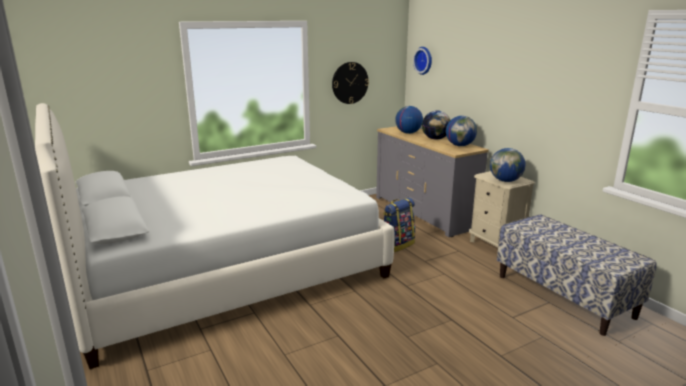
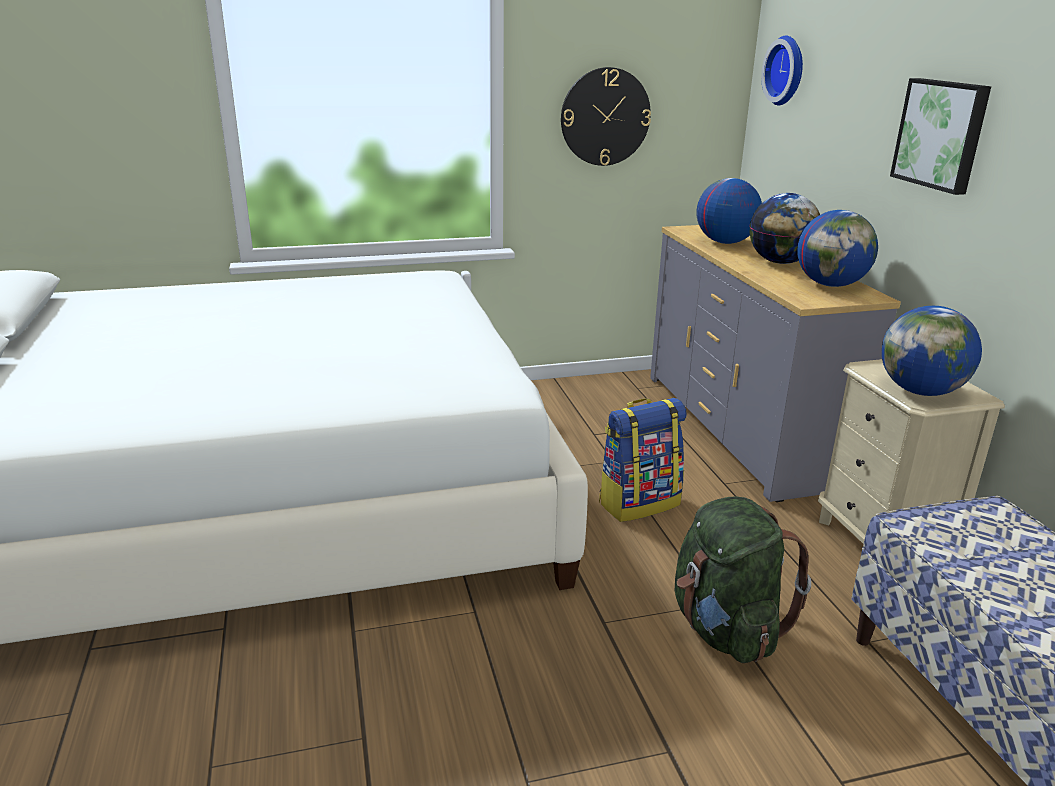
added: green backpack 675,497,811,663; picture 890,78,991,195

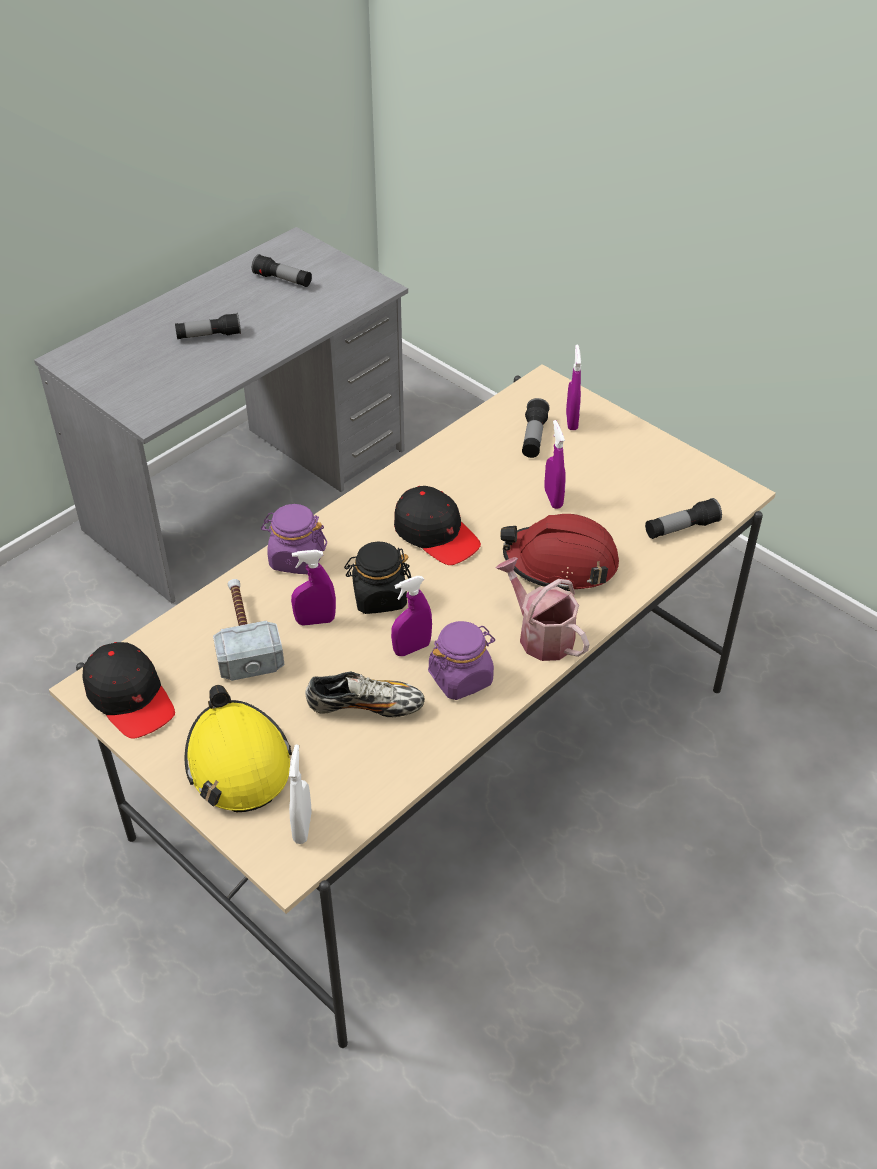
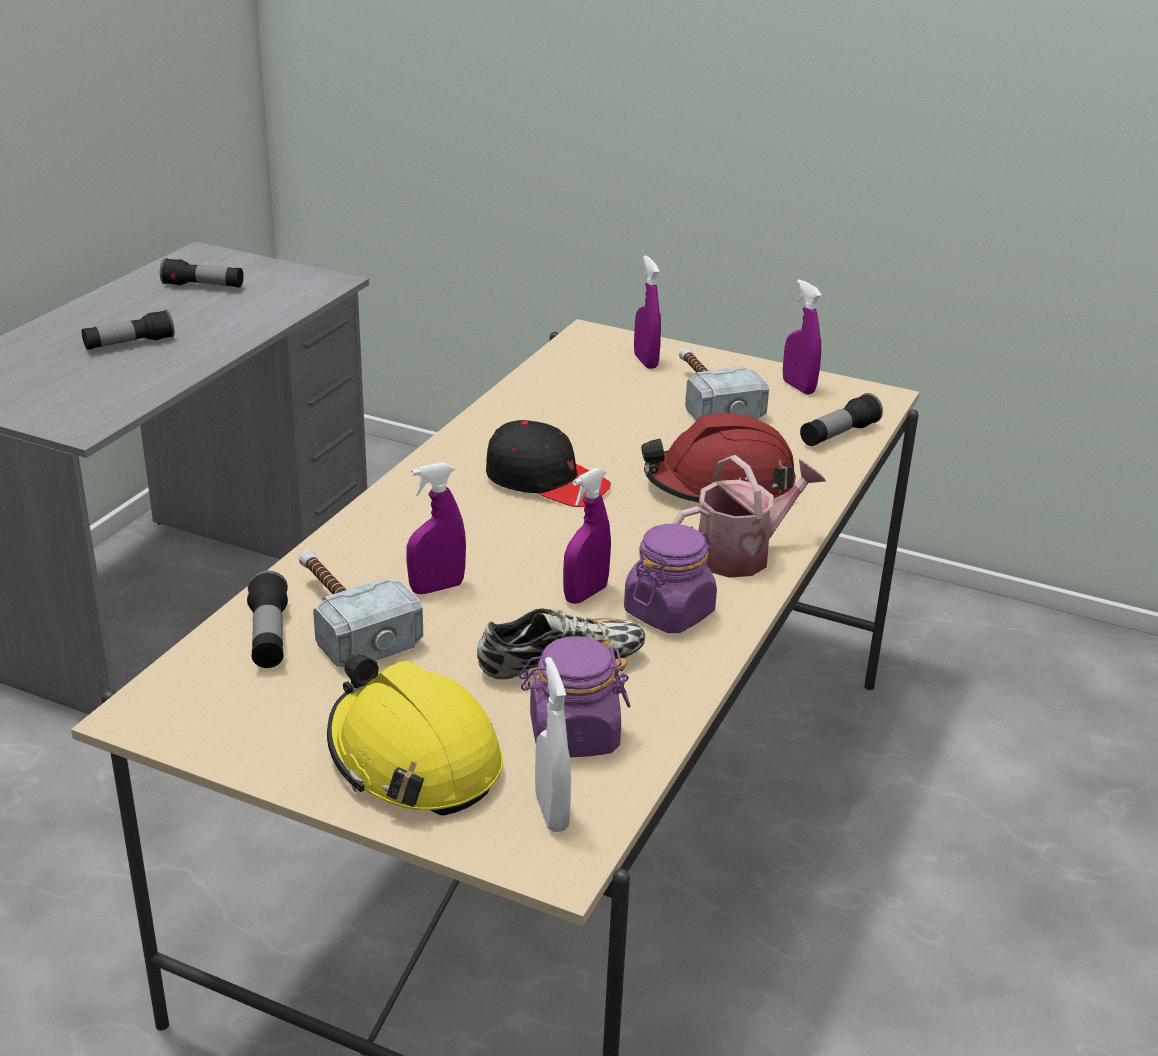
removed: black cap 82,642,175,739; black jar 344,541,411,614
added: hammer 679,347,769,421
moved: purple jar 261,504,327,574 to 519,636,630,757; flashlight 522,398,550,458 to 247,571,288,668; purple spray bottle 545,420,566,509 to 783,279,822,395
turned: watering can 495,557,590,661 = 672,455,826,578 120 degrees clockwise

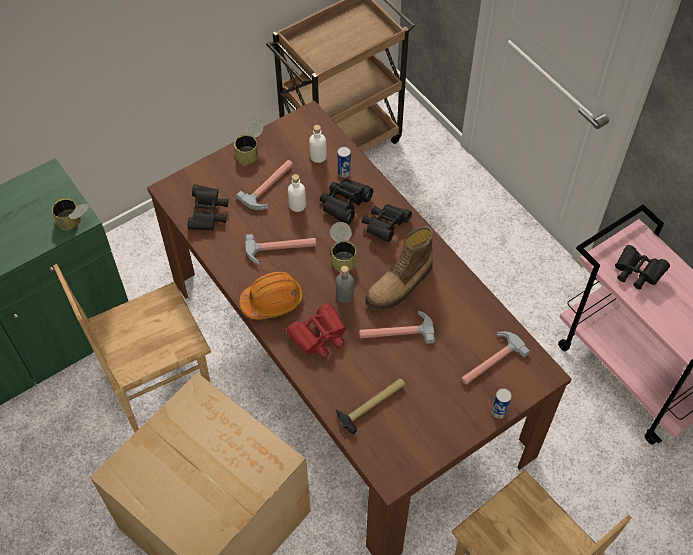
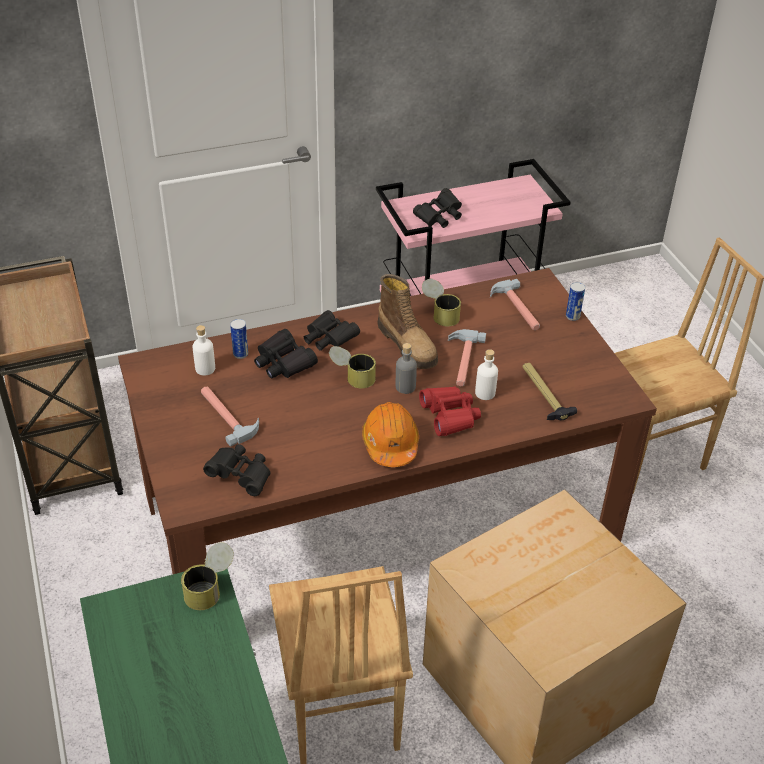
removed: hammer 245,234,316,265
moved: can 234,118,264,164 to 422,279,461,326; white bottle 288,174,306,212 to 475,349,498,400

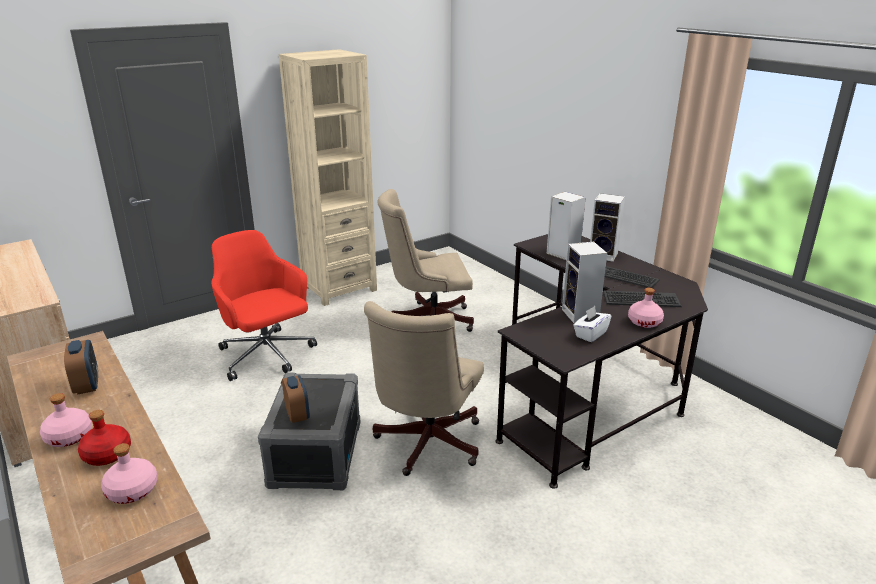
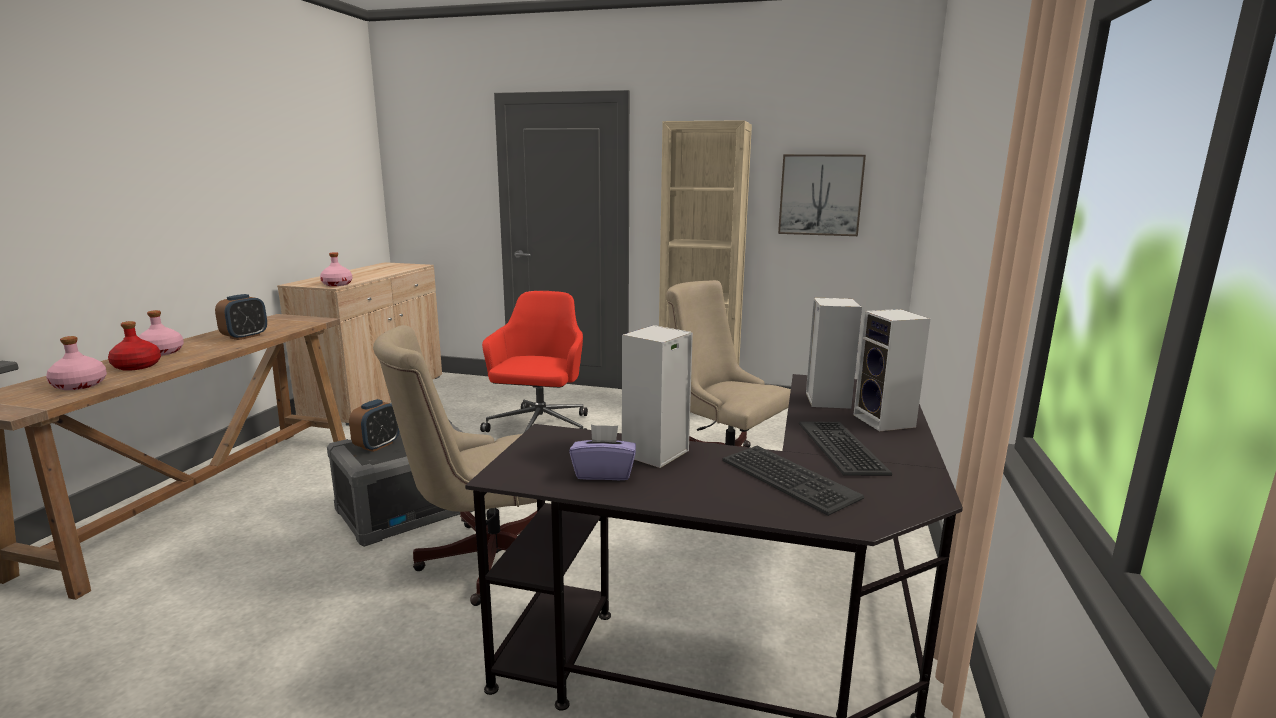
added: picture 778,154,866,236
moved: pink bottle 628,288,664,328 to 320,252,352,286
recoloured: white tissue box 573,306,612,342 to purple tissue box 569,425,636,480

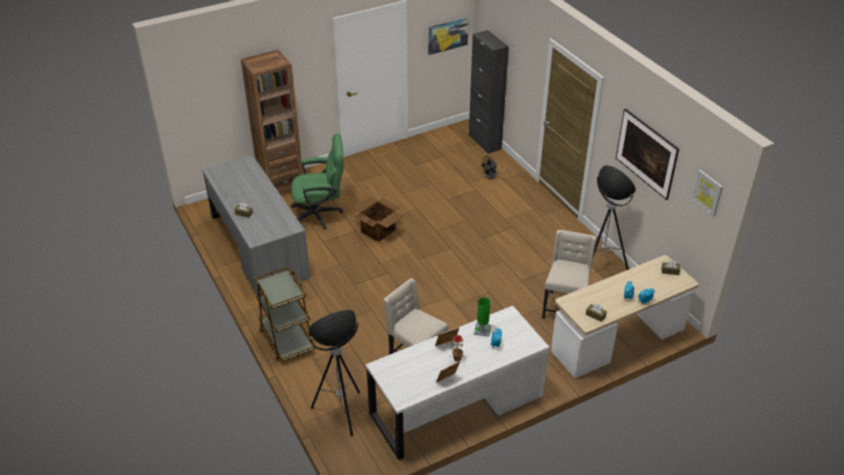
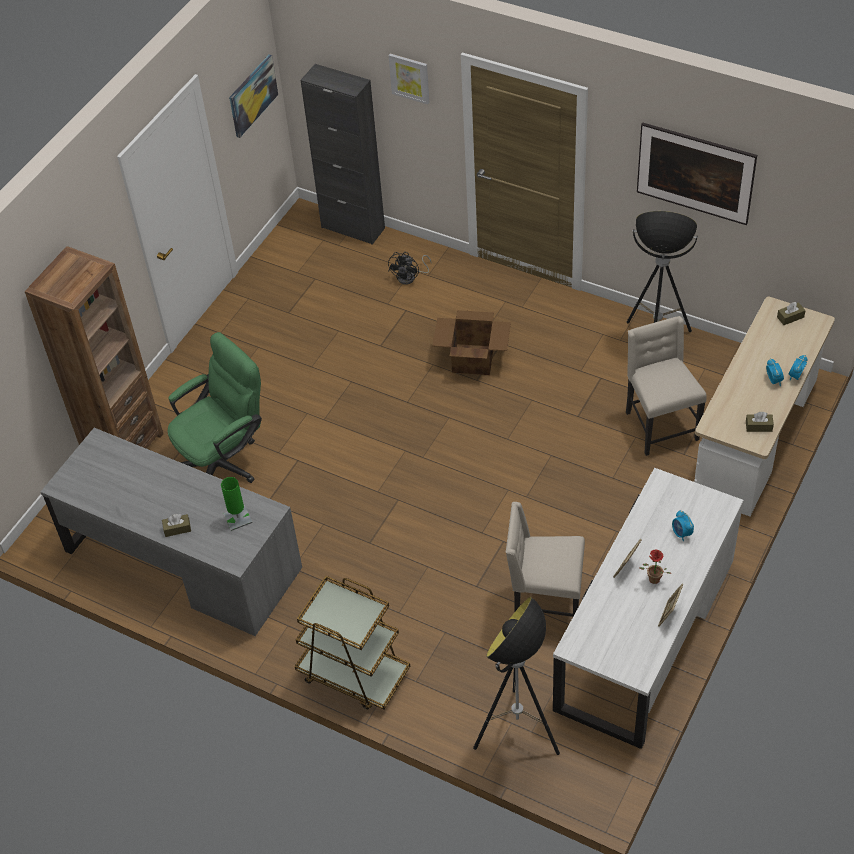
moved: cardboard box 352,197,404,242 to 432,310,511,375; green table lamp 474,297,491,337 to 221,477,253,531; picture 692,170,723,217 to 389,53,430,104

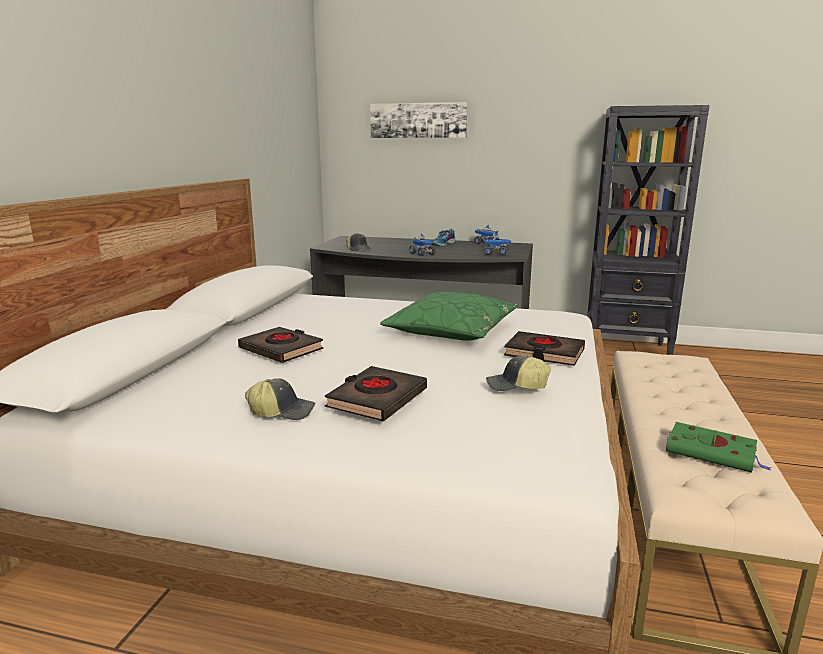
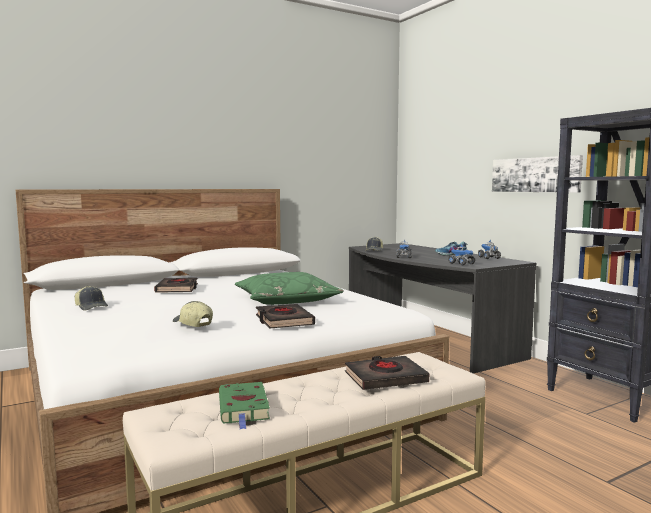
moved: black book 325,366,427,421 to 345,356,429,390; picture 370,102,467,138 to 492,155,583,193

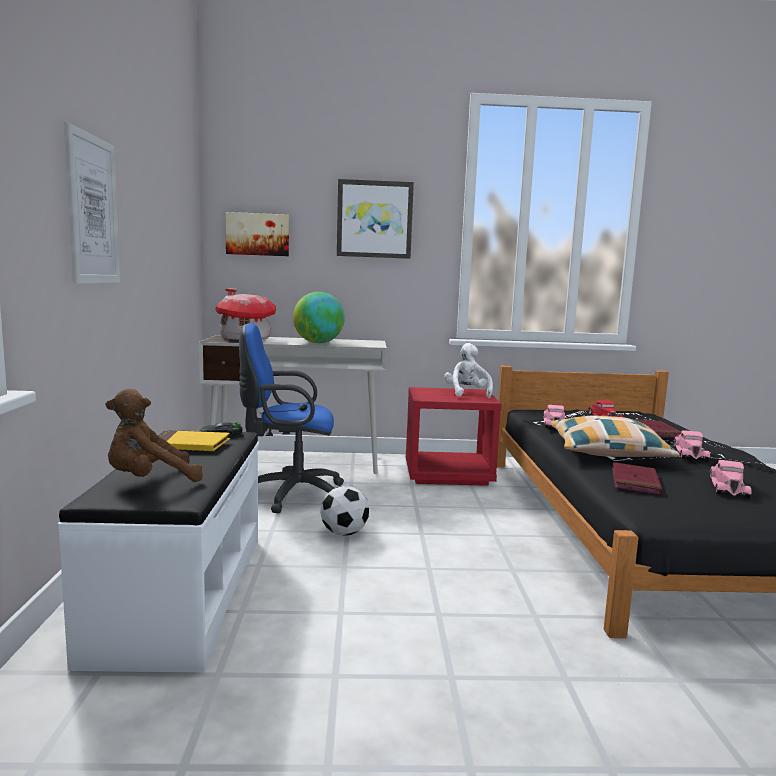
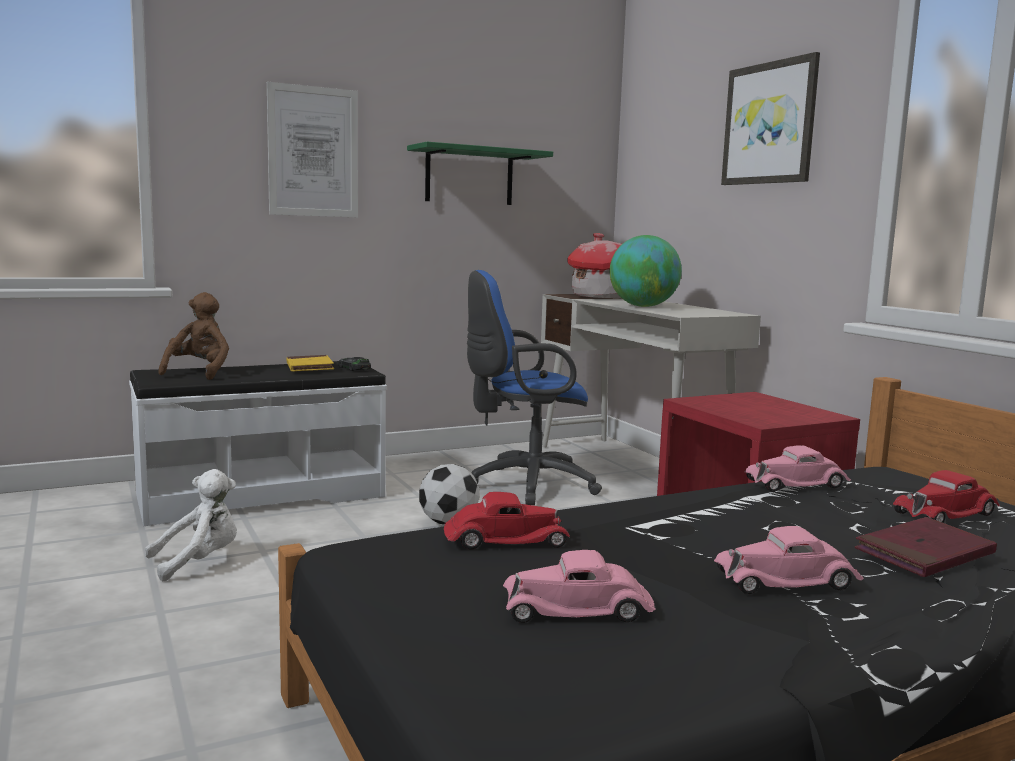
removed: picture 225,212,289,256; pillow 551,415,680,457
added: green shelf 407,142,553,205
moved: white plush toy 444,343,493,398 to 145,469,237,581
replaced: red book 612,462,662,495 to red toy car 444,492,570,549
turned: brown plush toy 106,388,203,482 = 158,292,229,380 60 degrees clockwise; blue office chair 239,323,344,513 = 467,270,602,505 75 degrees counterclockwise

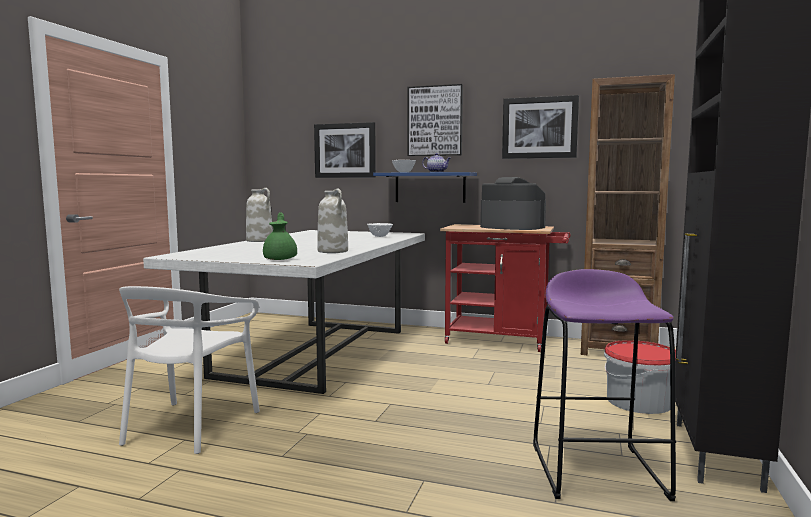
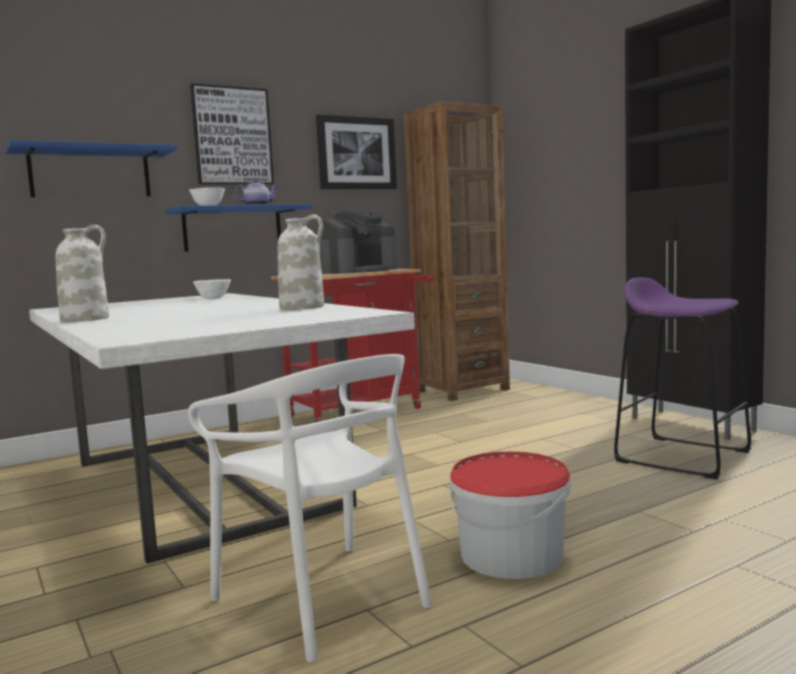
removed: green teapot 263,212,297,260
moved: bucket 604,340,676,414 to 450,452,571,579
replaced: picture 314,122,376,178 to blue shelf 5,140,178,197
turned: coffee machine 480,177,546,230 = 320,211,397,274 150 degrees clockwise

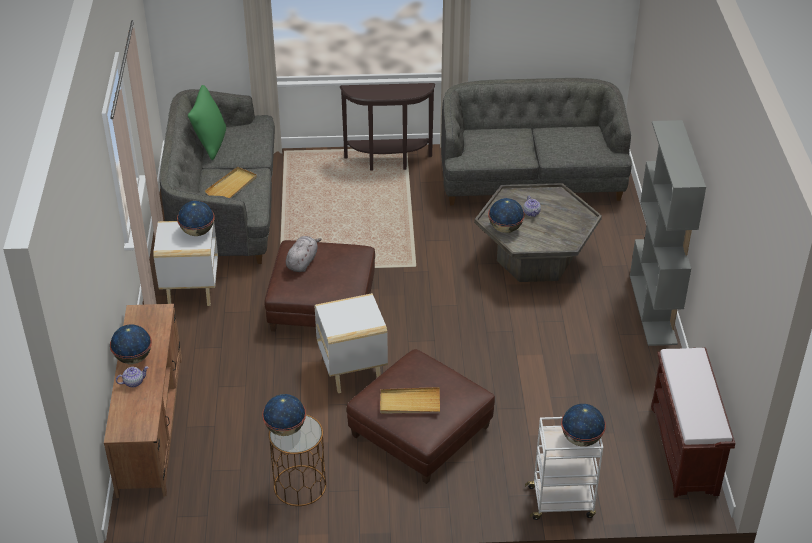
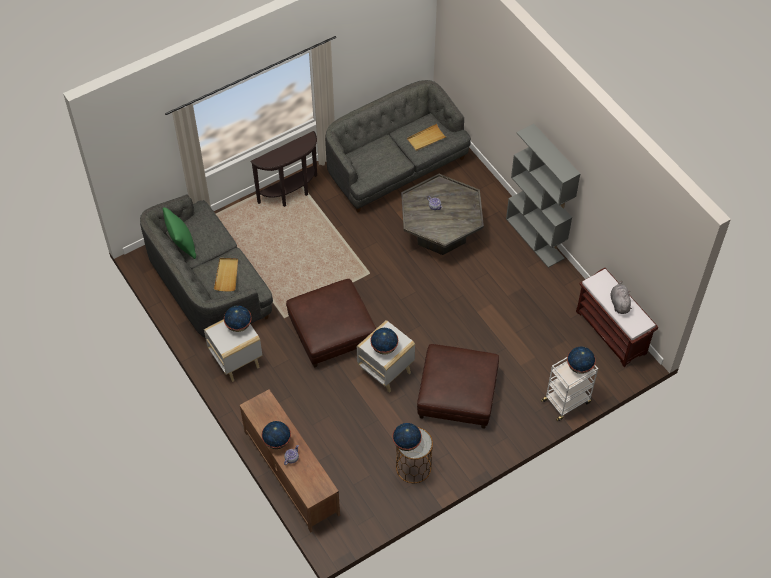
moved: grey plush toy 286,236,322,272 to 610,281,632,314; beige tray 380,387,440,414 to 407,124,446,151; globe 488,198,525,233 to 370,328,398,354

